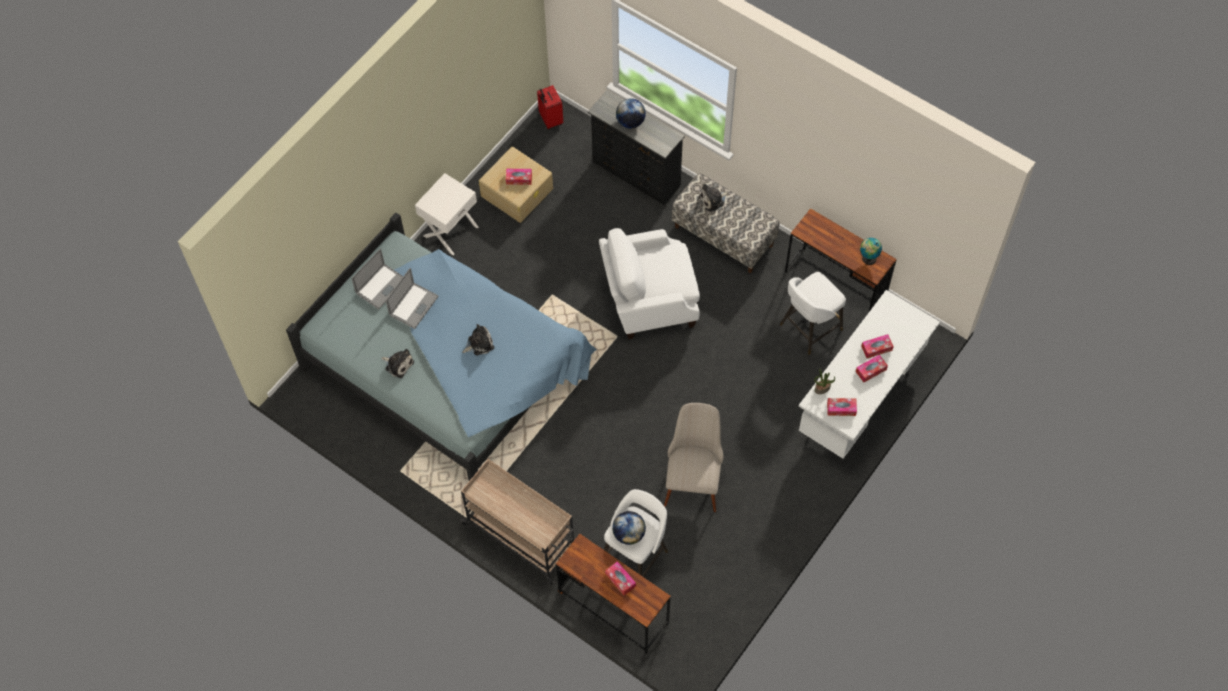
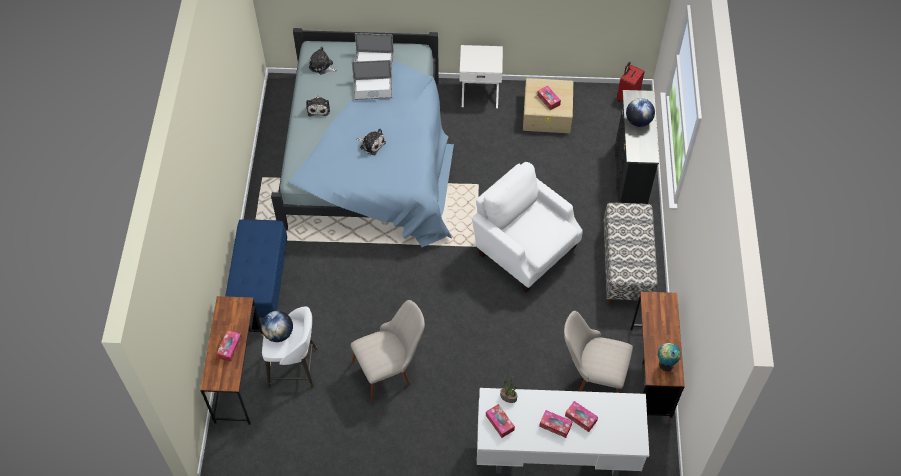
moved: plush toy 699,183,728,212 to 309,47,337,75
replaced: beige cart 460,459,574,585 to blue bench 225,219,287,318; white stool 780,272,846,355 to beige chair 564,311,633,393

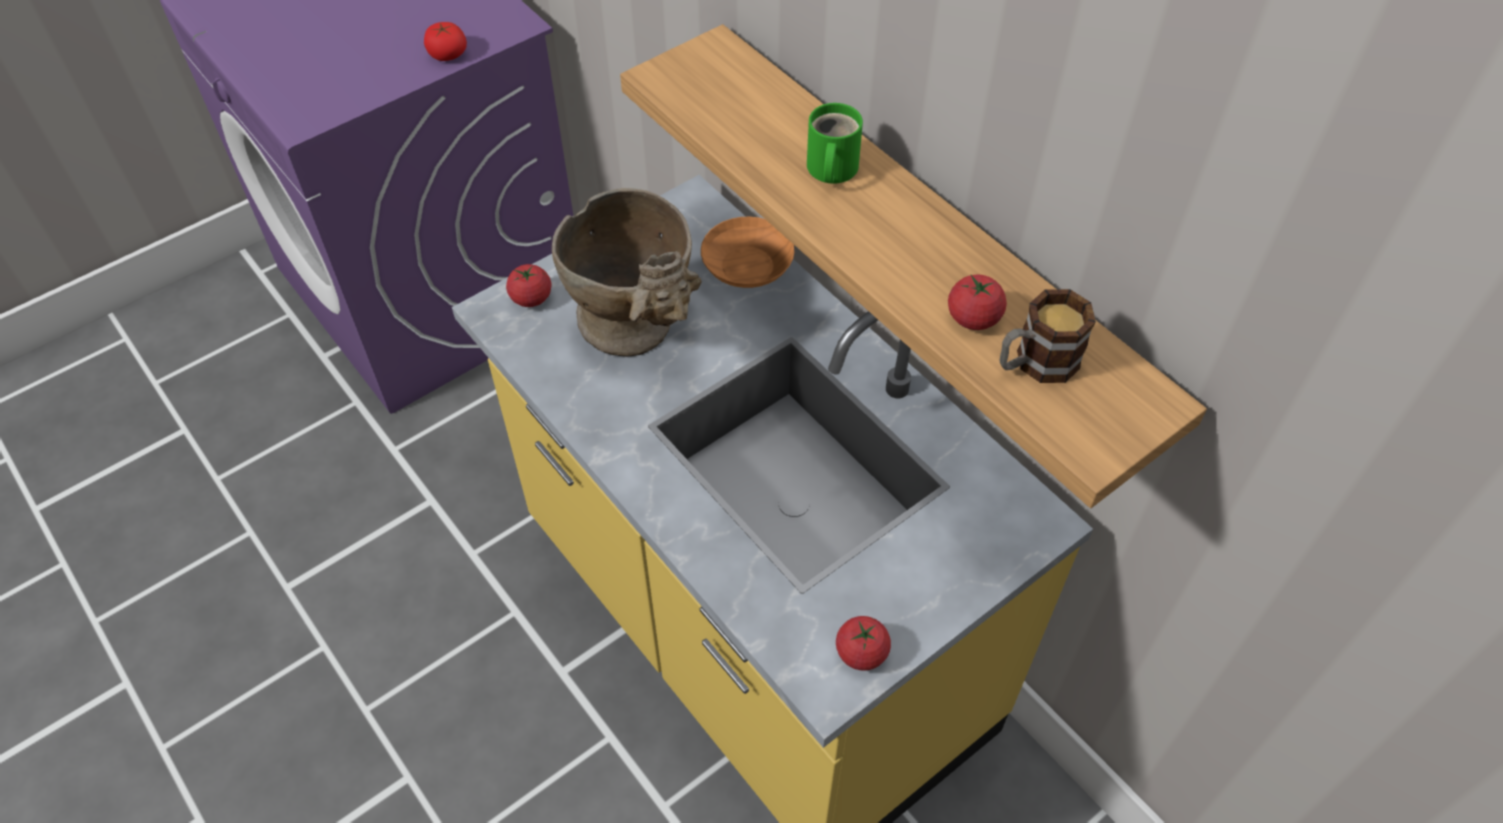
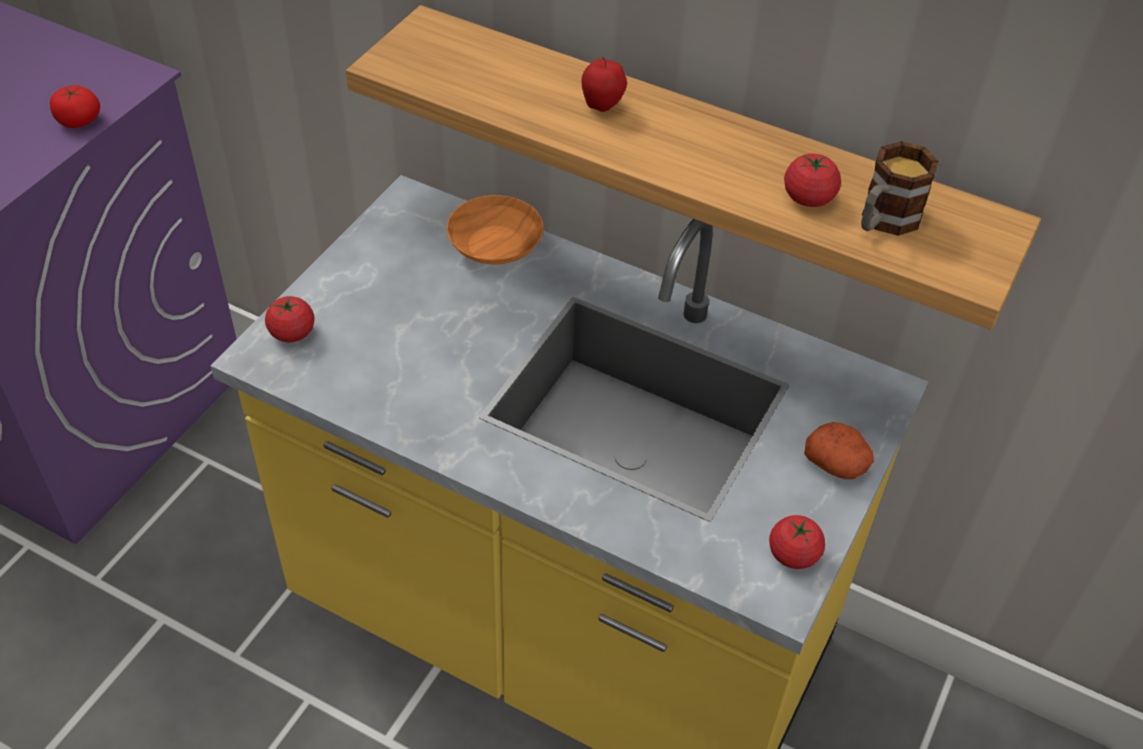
removed: beige vase 552,188,702,357
added: potato 804,422,874,479
replaced: green mug 807,103,863,184 to apple 582,57,627,112

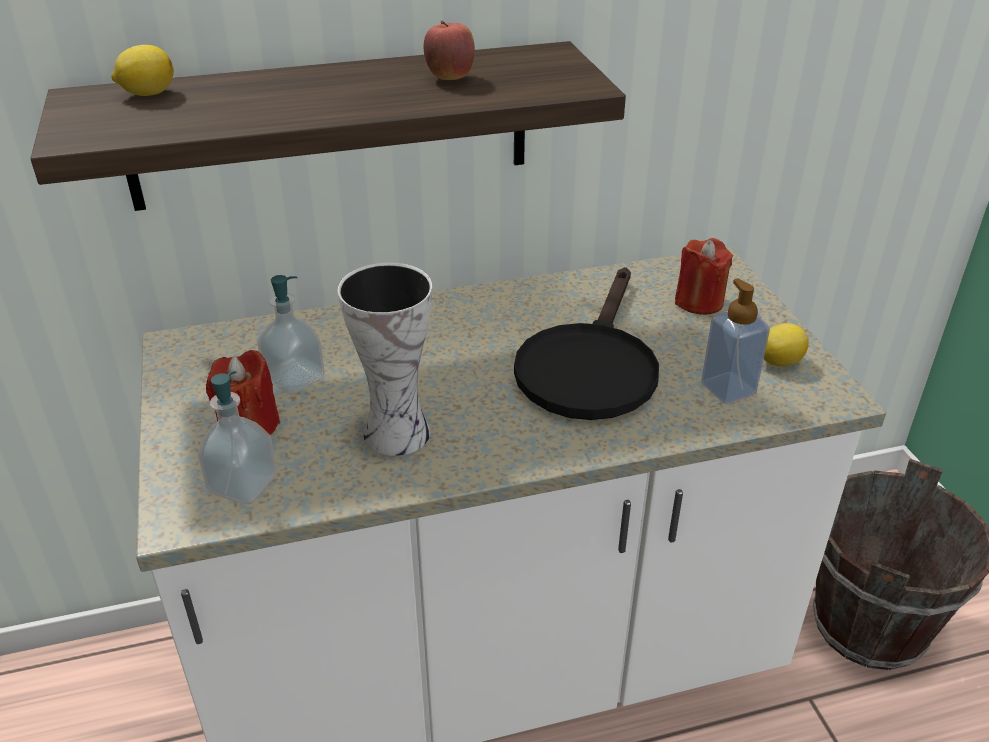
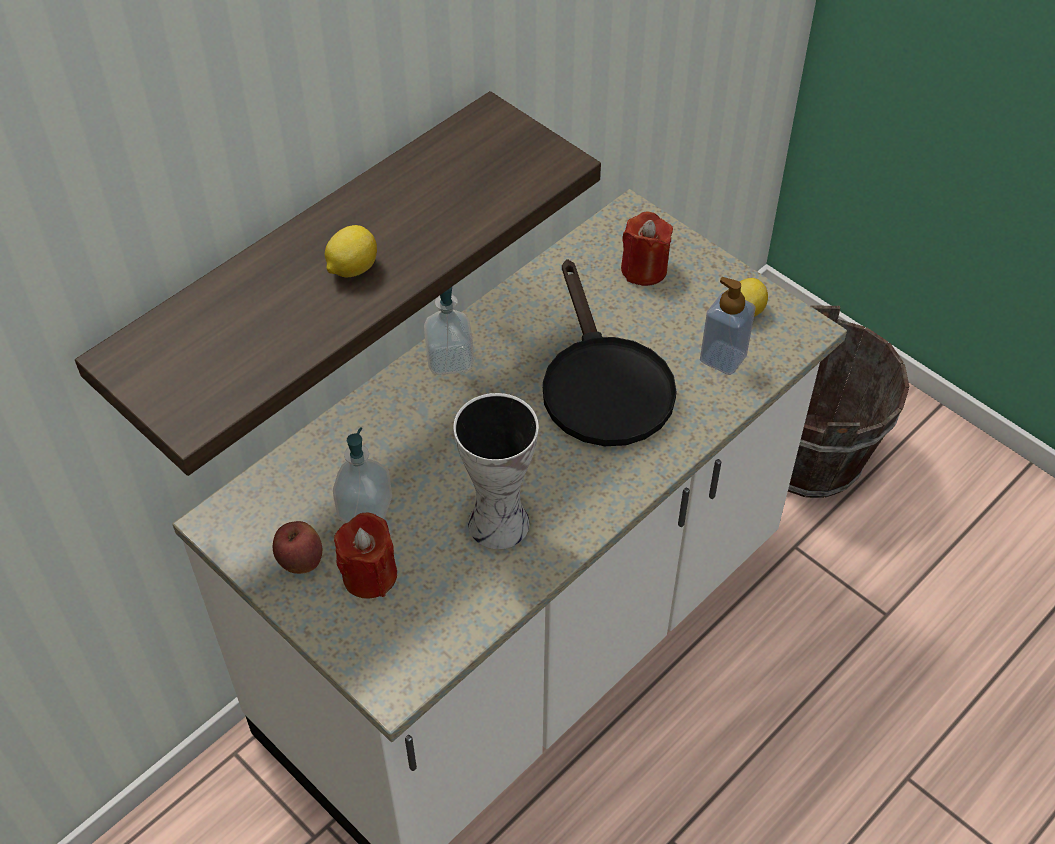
moved: lemon 111,45,174,96 to 325,225,377,278; soap dispenser 198,371,277,504 to 424,287,474,375; apple 424,21,475,80 to 273,521,322,574

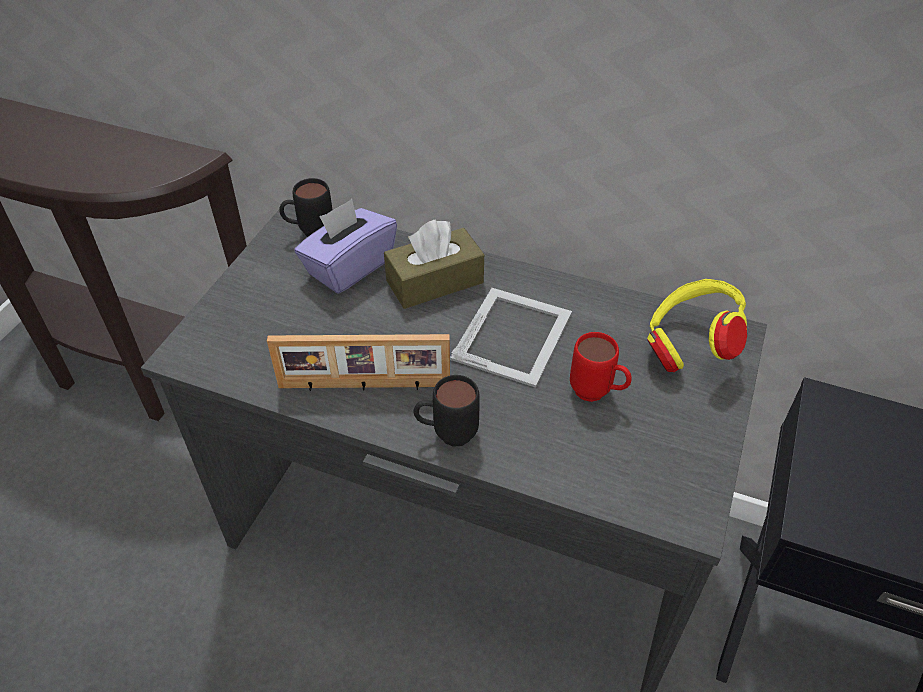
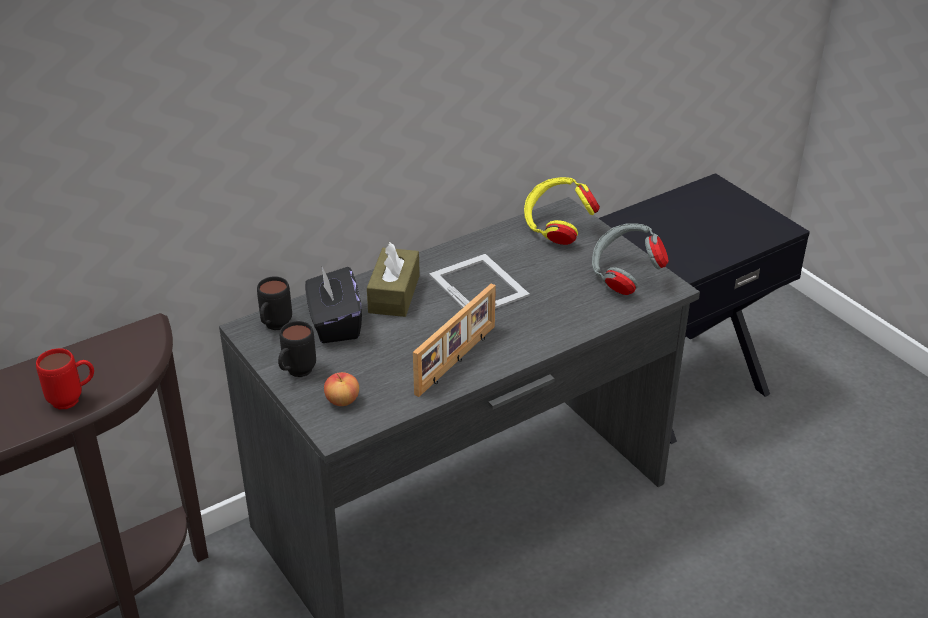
added: apple 324,372,359,406; grey headphones 592,223,669,295
moved: black mug 413,375,480,447 to 278,321,316,377; red mug 570,332,632,402 to 36,348,94,410
recoloured: purple tissue box 295,199,397,294 to black tissue box 305,267,362,343

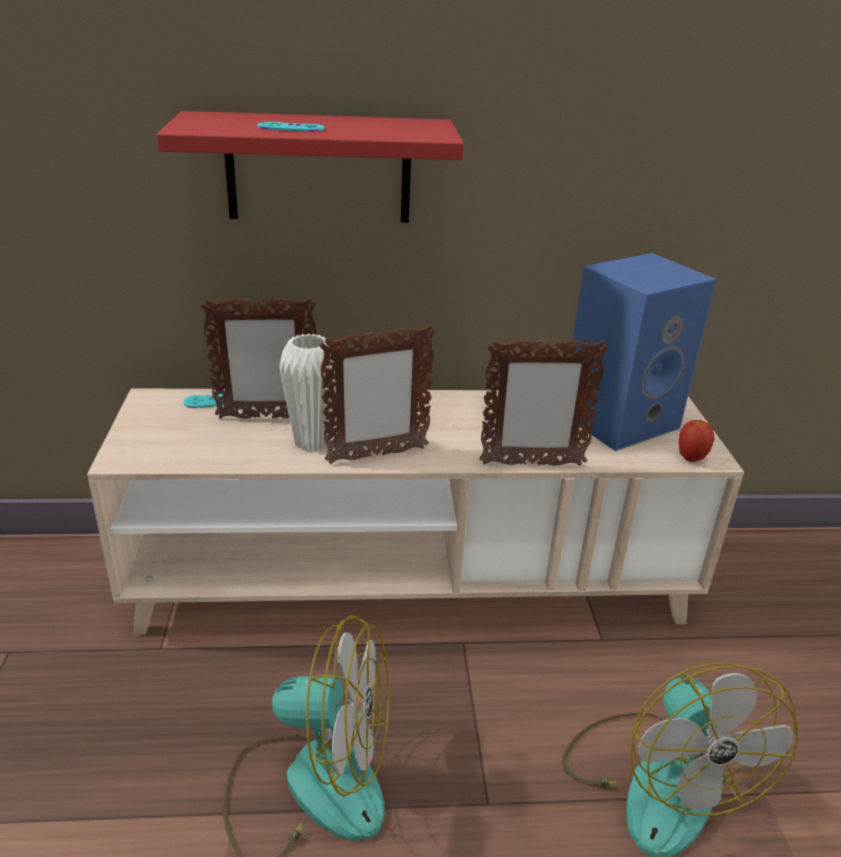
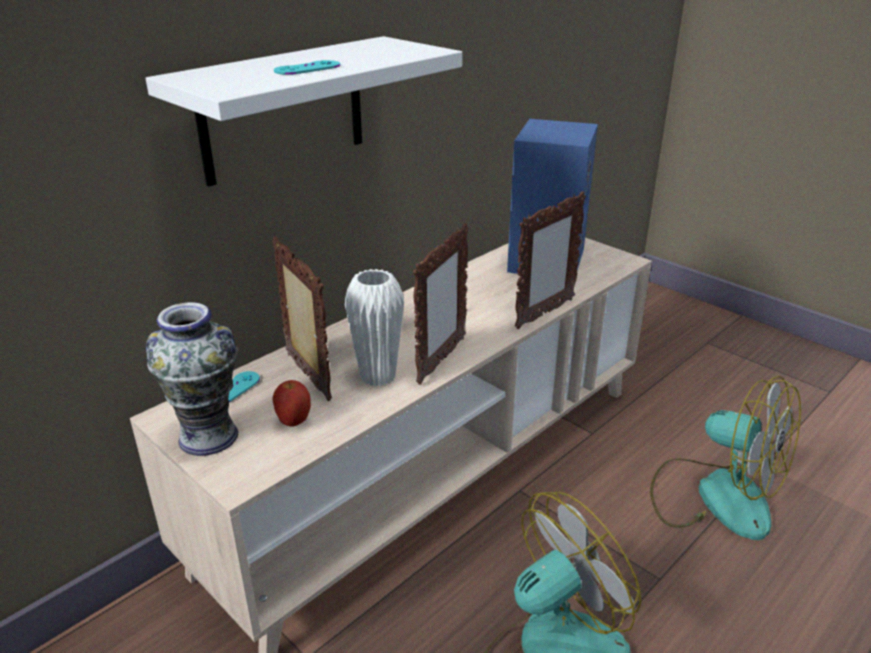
added: vase 146,302,238,456
moved: apple 679,420,715,462 to 272,380,311,427
recoloured: red shelf 156,111,464,223 to white shelf 146,36,462,187
turned: picture frame 201,298,316,419 = 272,236,332,401 75 degrees counterclockwise

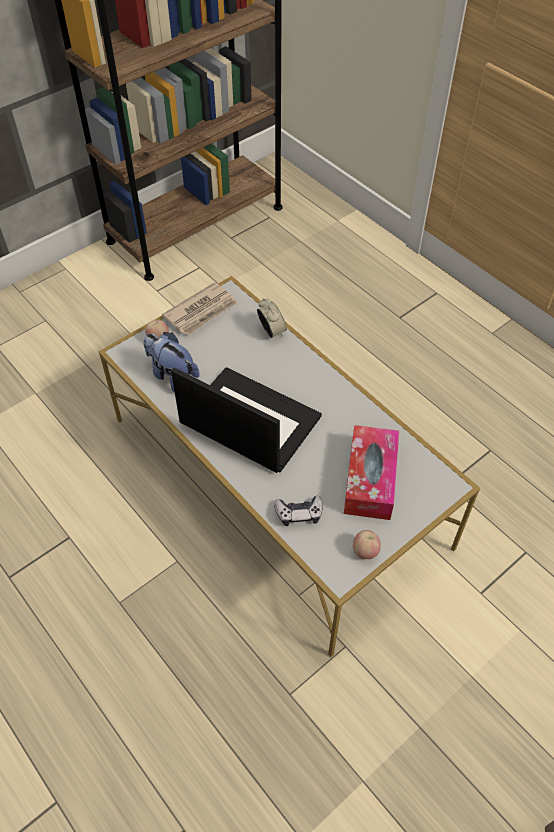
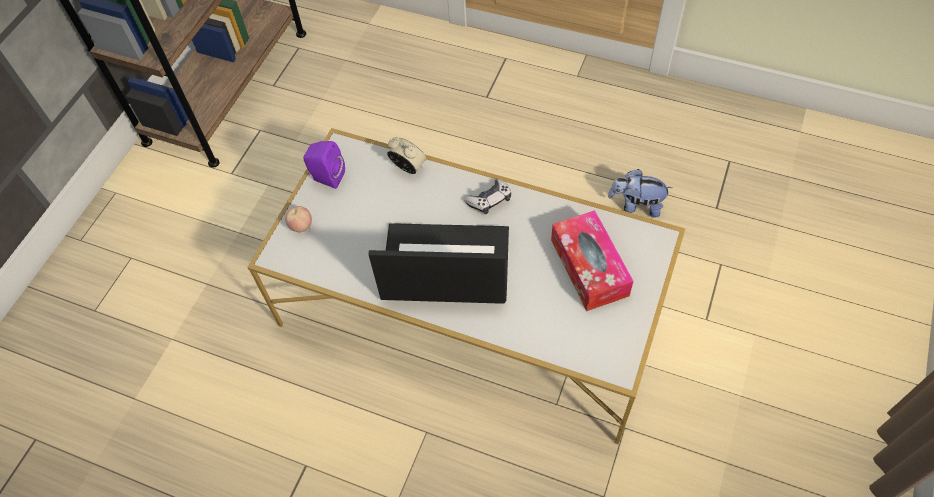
removed: apple 353,530,381,559
moved: plush toy 144,332,200,391 to 608,169,673,218; game controller 274,496,322,526 to 464,179,511,214
replaced: newspaper 162,282,238,336 to purple speaker 303,141,345,189

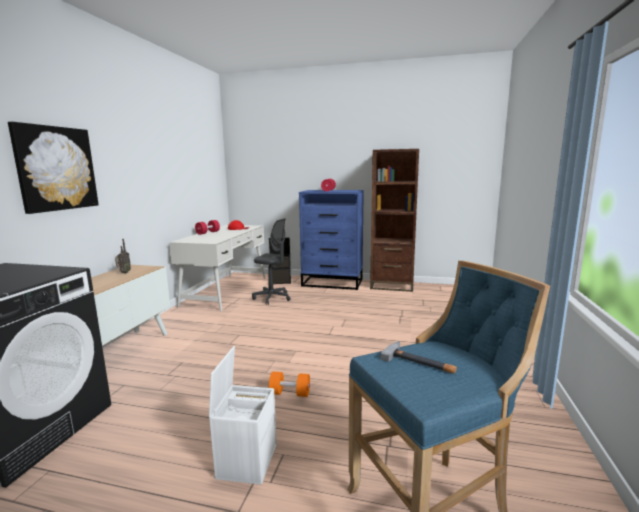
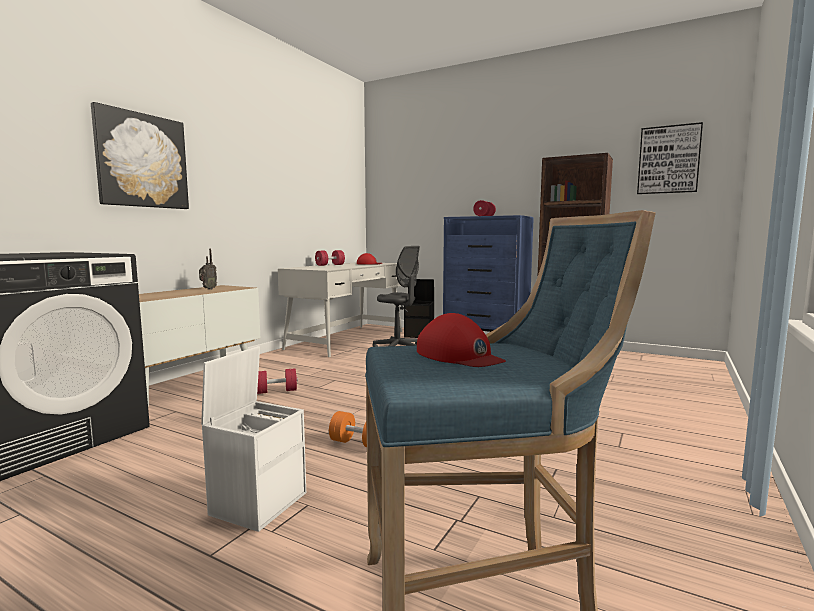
added: red dumbbell 257,368,298,394; picture 637,122,703,194
replaced: hammer 380,341,457,373 to red cap 417,313,506,367

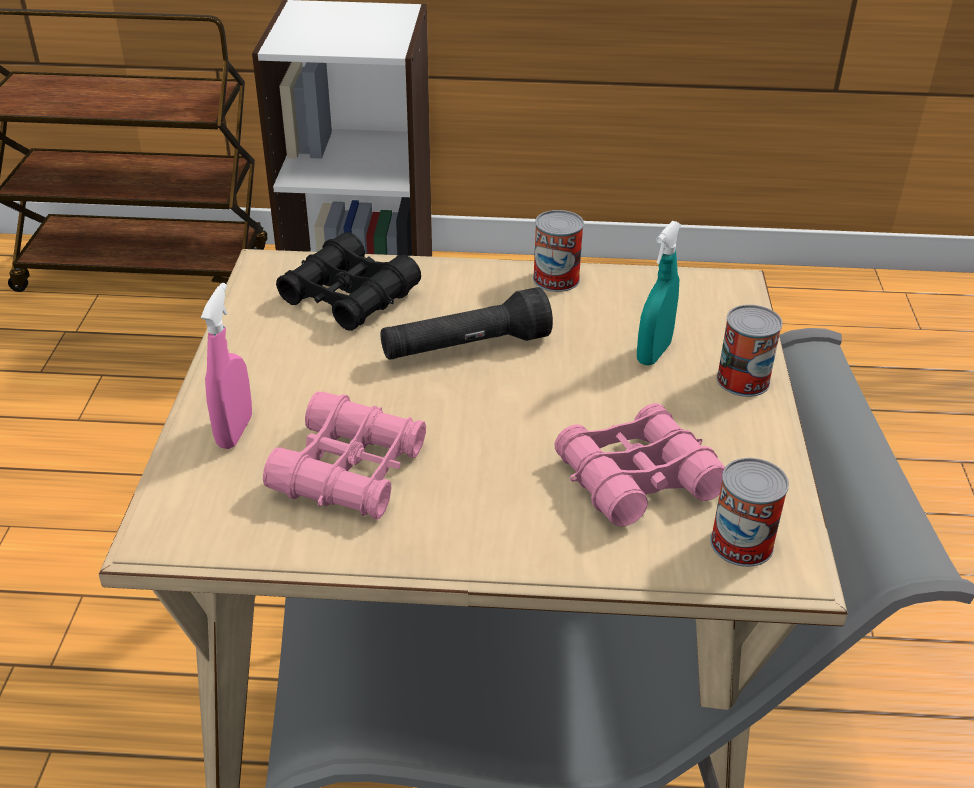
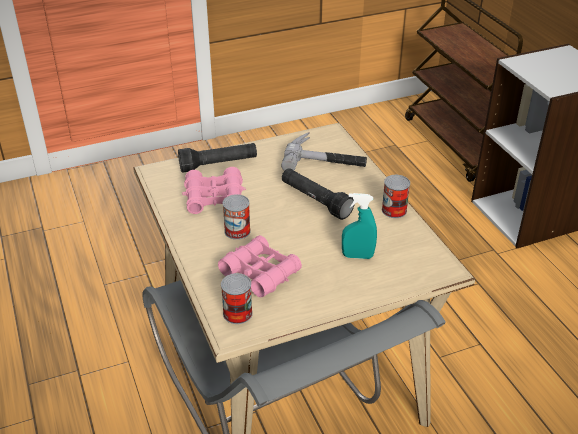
moved: can 716,305,783,397 to 223,194,251,240
replaced: pink spray bottle 201,283,252,449 to black flashlight 178,143,257,173; black binoculars 276,232,421,331 to hammer 281,132,367,171

